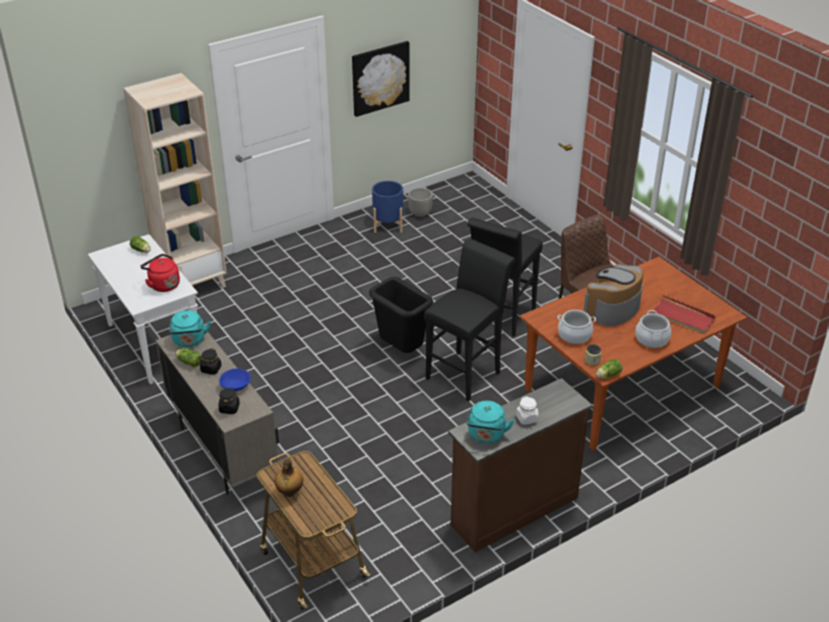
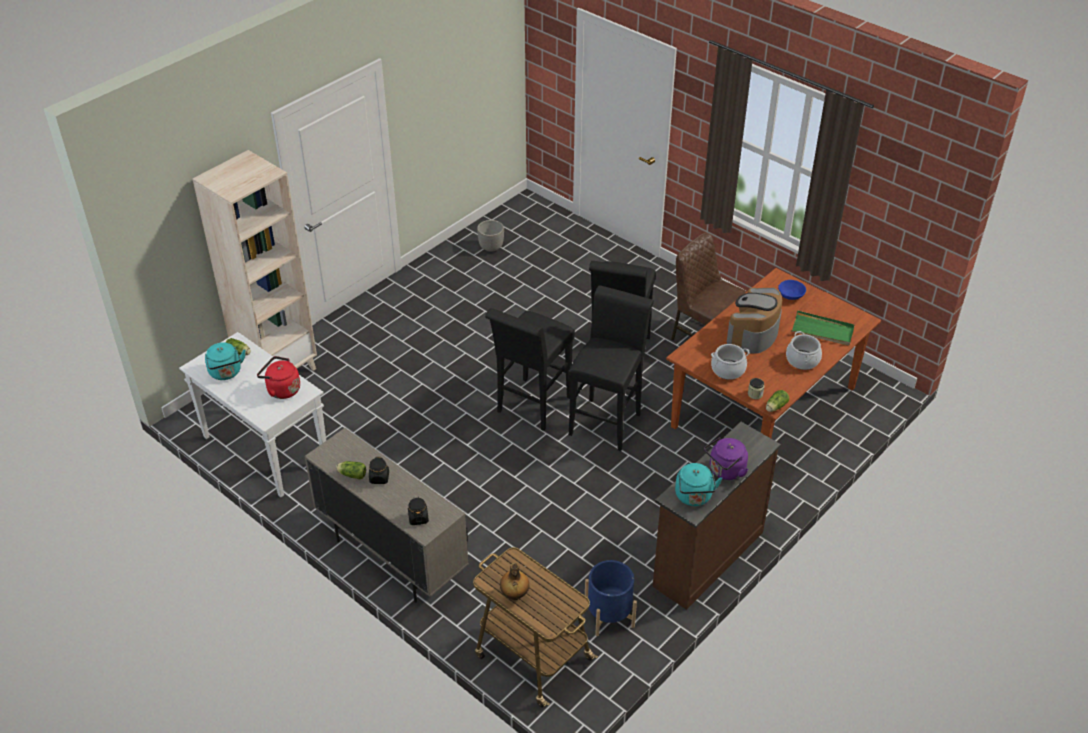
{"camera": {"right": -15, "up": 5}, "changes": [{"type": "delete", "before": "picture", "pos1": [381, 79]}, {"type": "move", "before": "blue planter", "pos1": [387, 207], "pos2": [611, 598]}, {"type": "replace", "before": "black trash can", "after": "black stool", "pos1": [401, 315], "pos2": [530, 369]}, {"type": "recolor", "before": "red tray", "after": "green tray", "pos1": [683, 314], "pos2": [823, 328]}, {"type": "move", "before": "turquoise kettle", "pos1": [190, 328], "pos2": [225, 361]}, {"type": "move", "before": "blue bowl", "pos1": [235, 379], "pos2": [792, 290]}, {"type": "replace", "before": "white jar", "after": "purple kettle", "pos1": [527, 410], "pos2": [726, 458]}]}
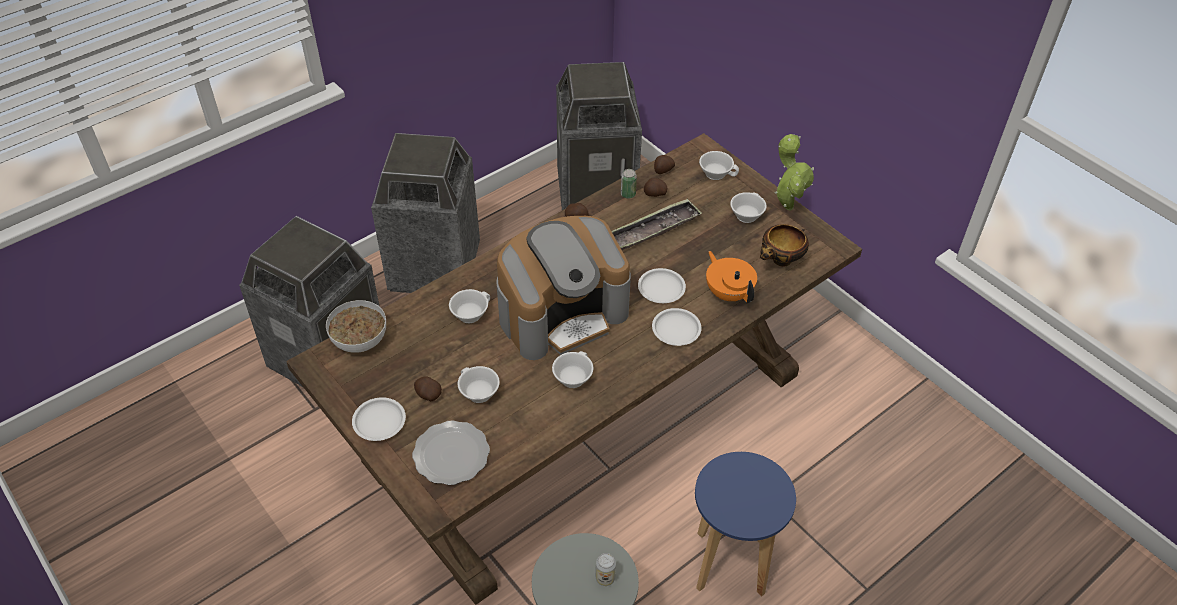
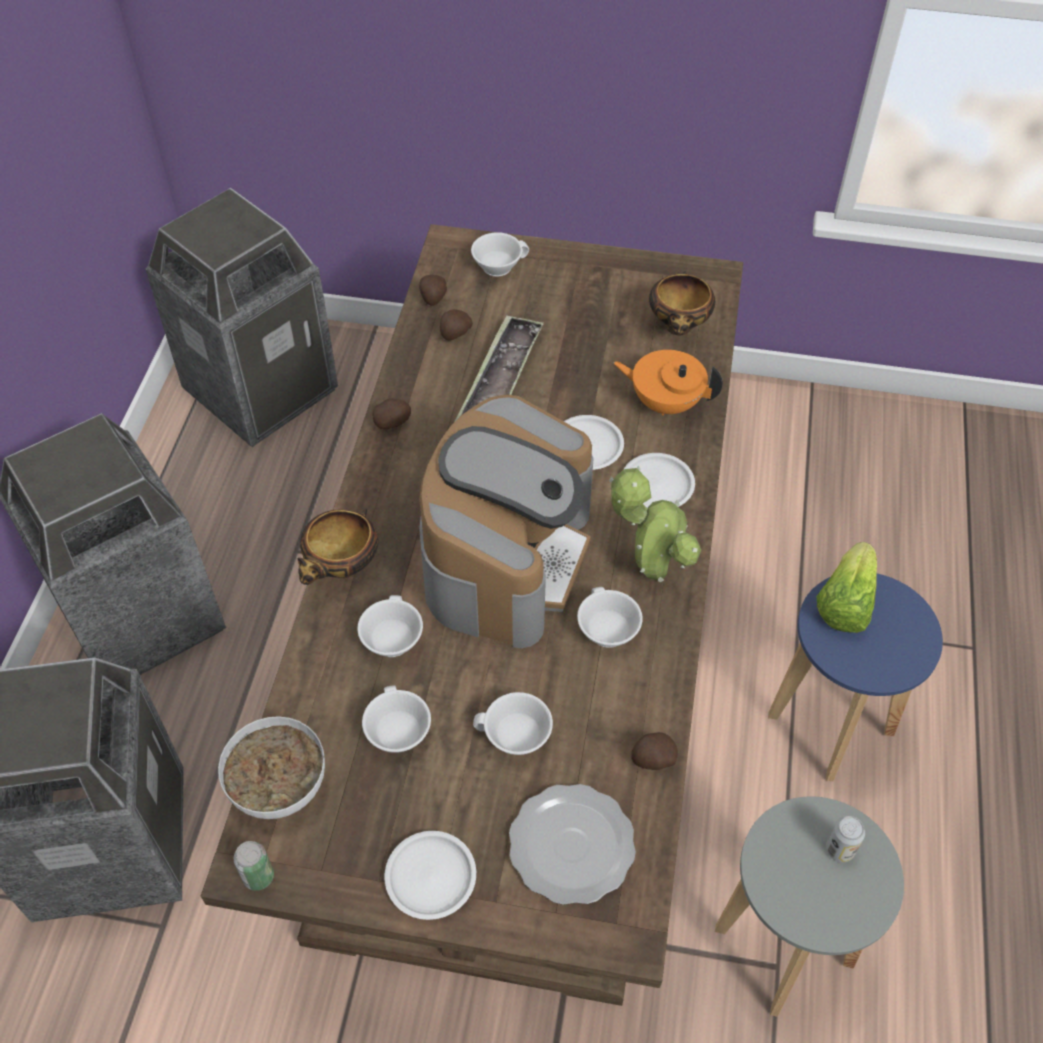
{"camera": {"right": -40, "up": 5}, "changes": [{"type": "move", "before": "potted plant", "pos1": [794, 172], "pos2": [655, 524]}, {"type": "move", "before": "can", "pos1": [629, 184], "pos2": [254, 866]}, {"type": "move", "before": "white cup", "pos1": [748, 207], "pos2": [396, 719]}, {"type": "move", "before": "potato", "pos1": [428, 388], "pos2": [654, 751]}, {"type": "insert", "after": "bowl", "pos2": [338, 547]}, {"type": "insert", "after": "lettuce", "pos2": [847, 587]}]}
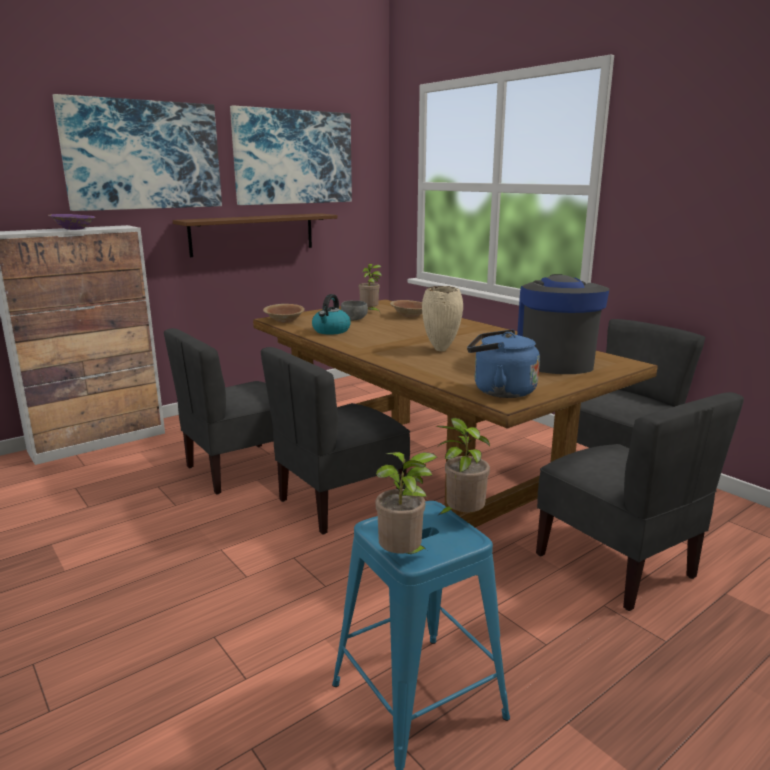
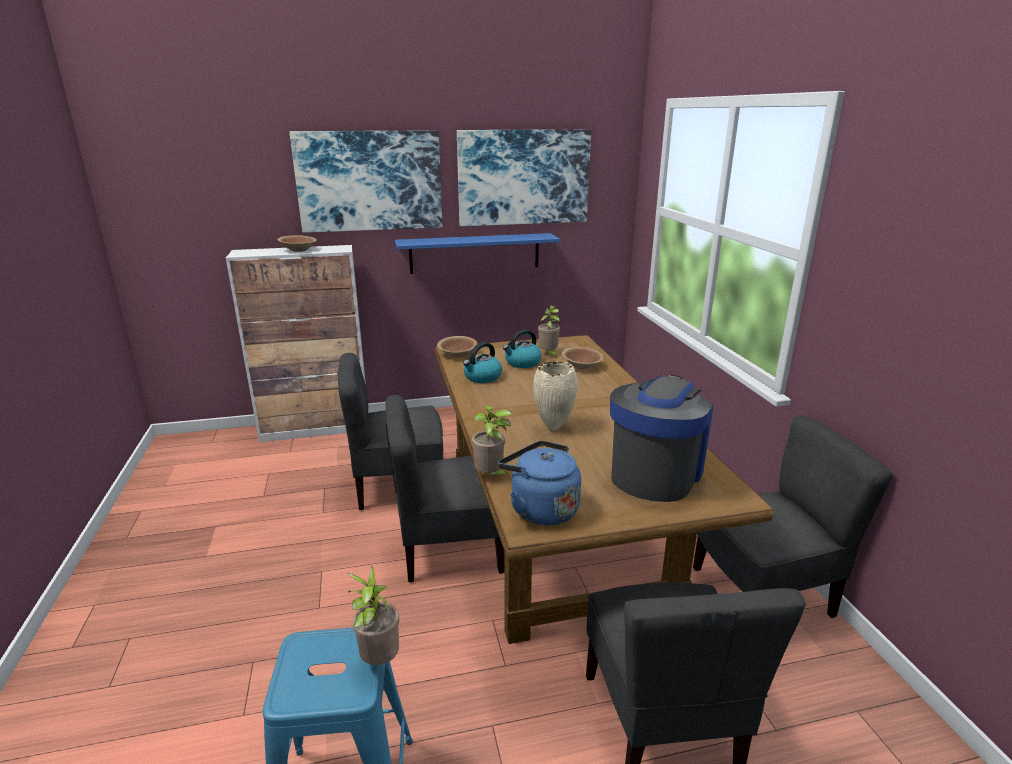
{"camera": {"right": 25, "up": 5}, "changes": [{"type": "recolor", "before": "brown shelf", "after": "blue shelf", "pos1": [255, 235], "pos2": [477, 253]}, {"type": "recolor", "before": "purple bowl", "after": "brown bowl", "pos1": [72, 222], "pos2": [297, 243]}, {"type": "replace", "before": "grey bowl", "after": "kettle", "pos1": [354, 311], "pos2": [522, 348]}, {"type": "move", "before": "potted plant", "pos1": [407, 503], "pos2": [492, 441]}]}
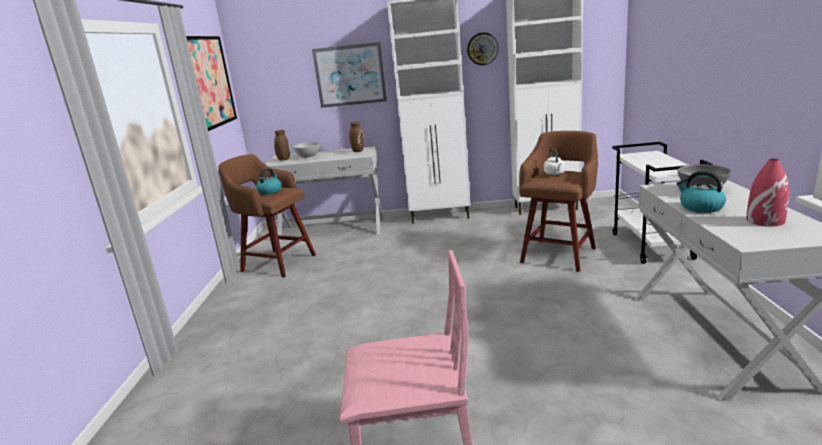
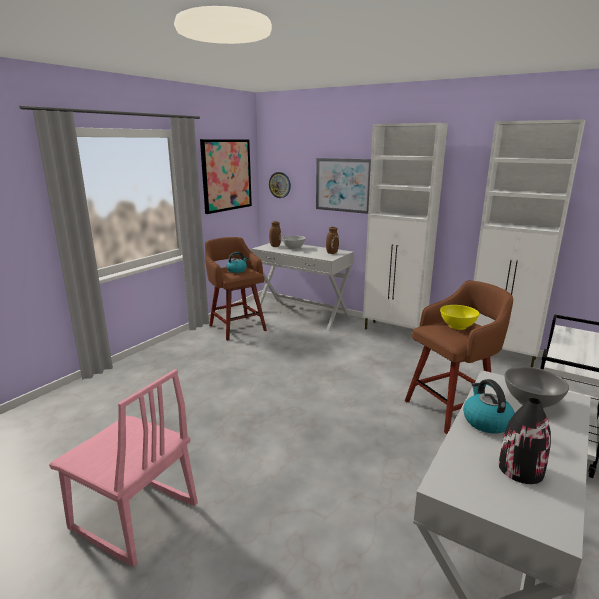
{"camera": {"right": 30, "up": 0}, "changes": [{"type": "move", "before": "wall clock", "pos1": [483, 49], "pos2": [280, 185]}, {"type": "replace", "before": "white kettle", "after": "yellow bowl", "pos1": [554, 161], "pos2": [459, 317]}, {"type": "recolor", "before": "red vase", "after": "black vase", "pos1": [767, 192], "pos2": [525, 441]}]}
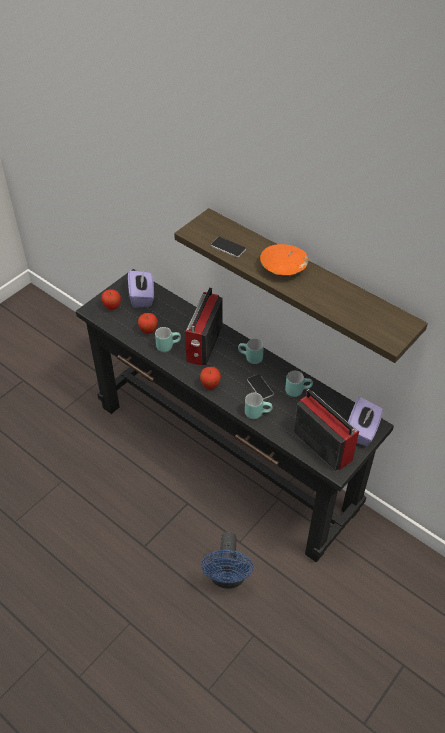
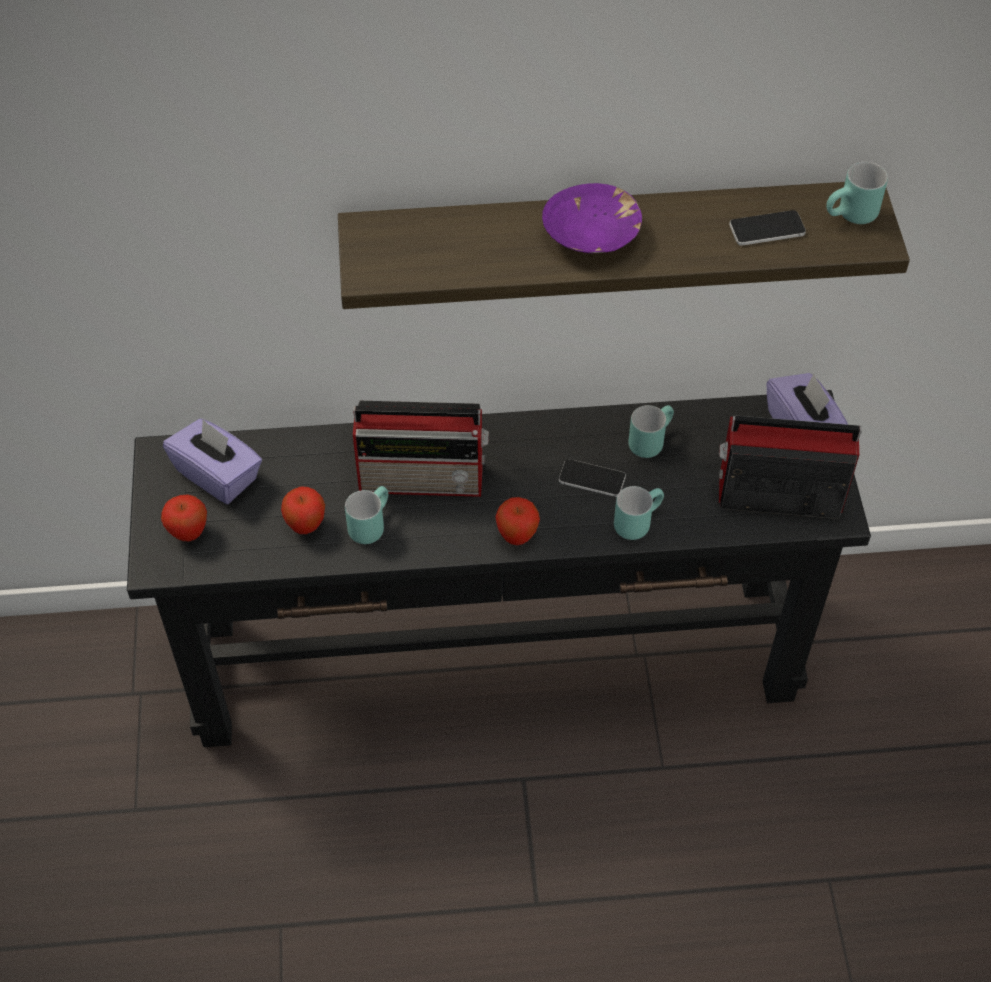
{"camera": {"right": -45, "up": 5}, "changes": [{"type": "move", "before": "phone", "pos1": [228, 247], "pos2": [767, 228]}, {"type": "recolor", "before": "orange bowl", "after": "purple bowl", "pos1": [284, 260], "pos2": [592, 218]}, {"type": "rotate", "before": "radio", "pos1": [204, 327], "pos2": [421, 449], "turn": -60}, {"type": "move", "before": "turquoise mug", "pos1": [251, 351], "pos2": [857, 193]}, {"type": "delete", "before": "blue fan", "pos1": [227, 560]}]}
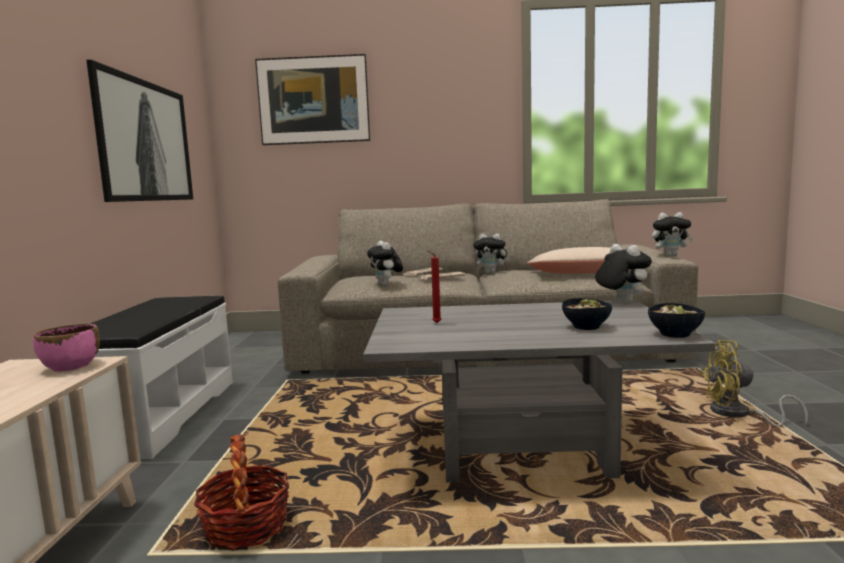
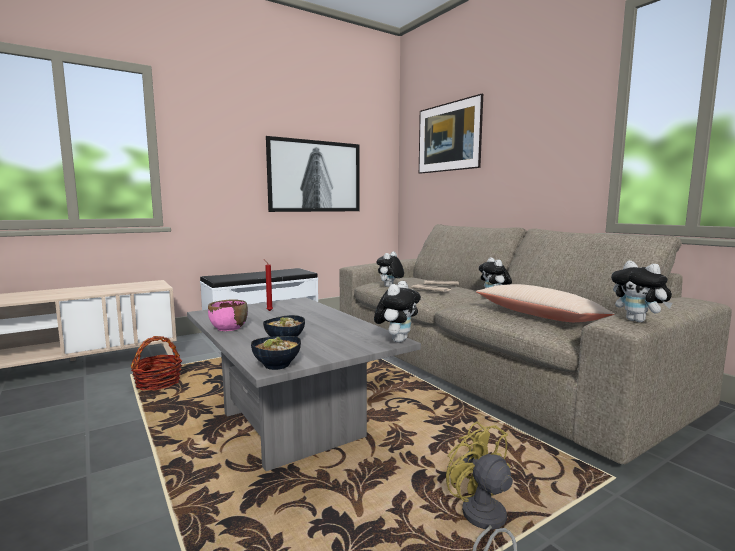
{"camera": {"right": 55, "up": 0}, "changes": [{"type": "move", "before": "pink bowl", "pos1": [66, 347], "pos2": [228, 315]}]}
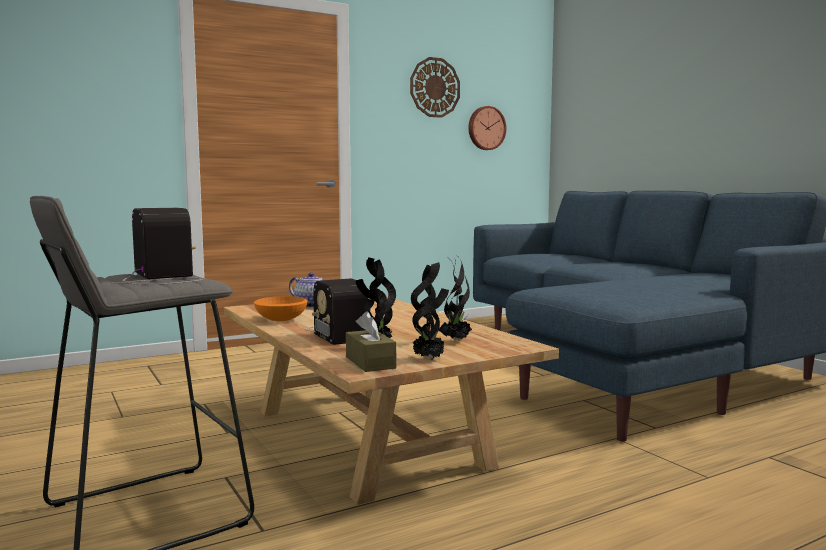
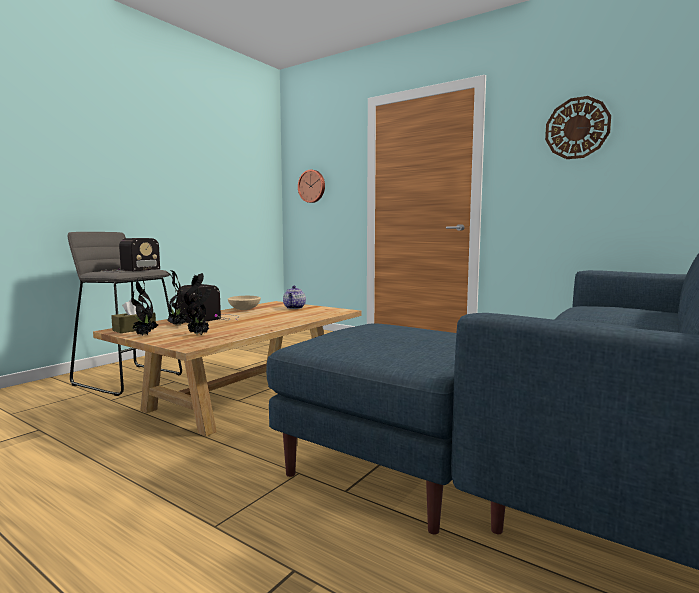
{"camera": {"right": 65, "up": 0}, "changes": [{"type": "move", "before": "wall clock", "pos1": [487, 128], "pos2": [311, 186]}, {"type": "recolor", "before": "orange bowl", "after": "beige bowl", "pos1": [281, 308], "pos2": [244, 303]}]}
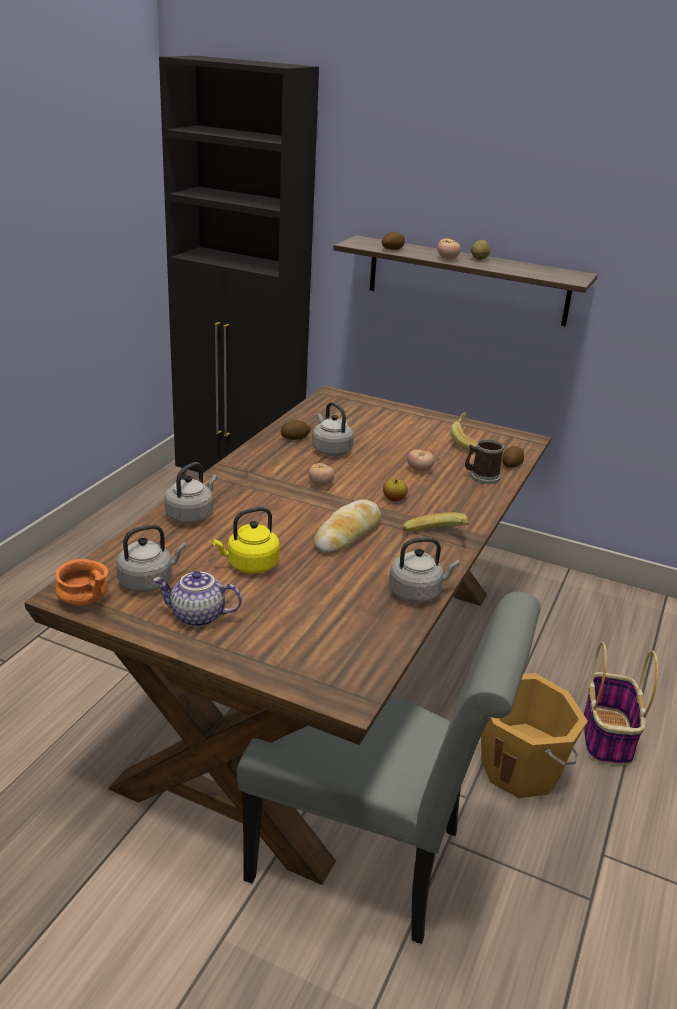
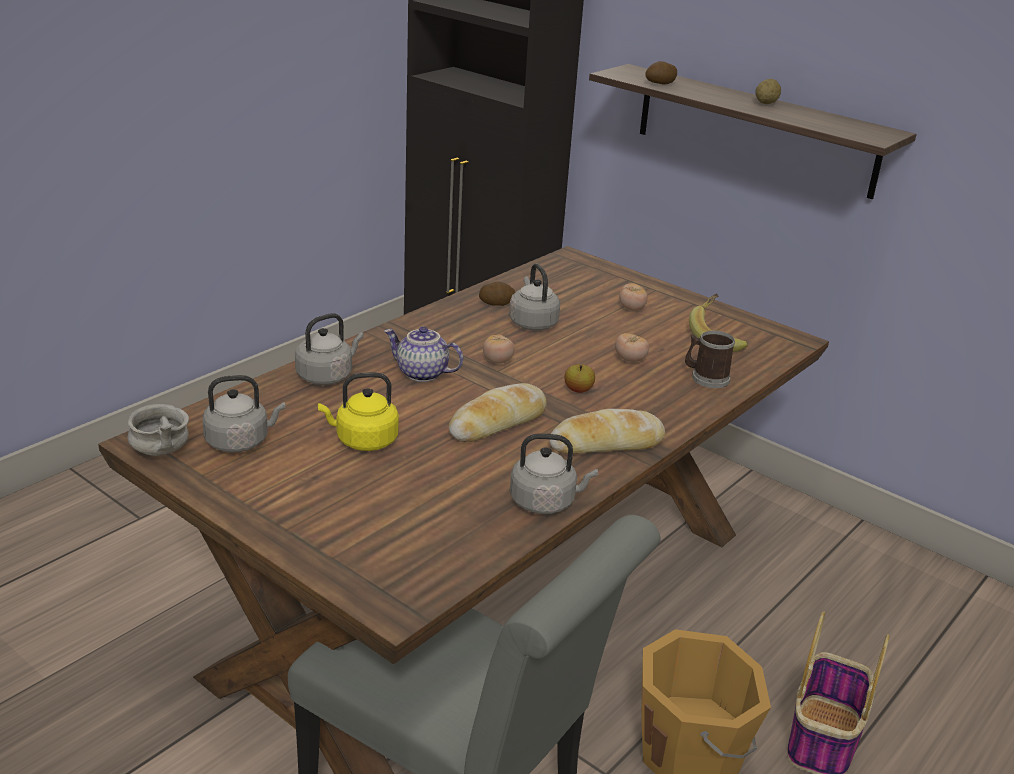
{"camera": {"right": 15, "up": 0}, "changes": [{"type": "move", "before": "tomato", "pos1": [449, 248], "pos2": [633, 297]}, {"type": "delete", "before": "potato", "pos1": [513, 457]}, {"type": "replace", "before": "banana", "after": "bread", "pos1": [435, 522], "pos2": [607, 431]}, {"type": "recolor", "before": "orange bowl", "after": "grey bowl", "pos1": [82, 582], "pos2": [158, 430]}, {"type": "move", "before": "teapot", "pos1": [197, 599], "pos2": [423, 354]}]}
